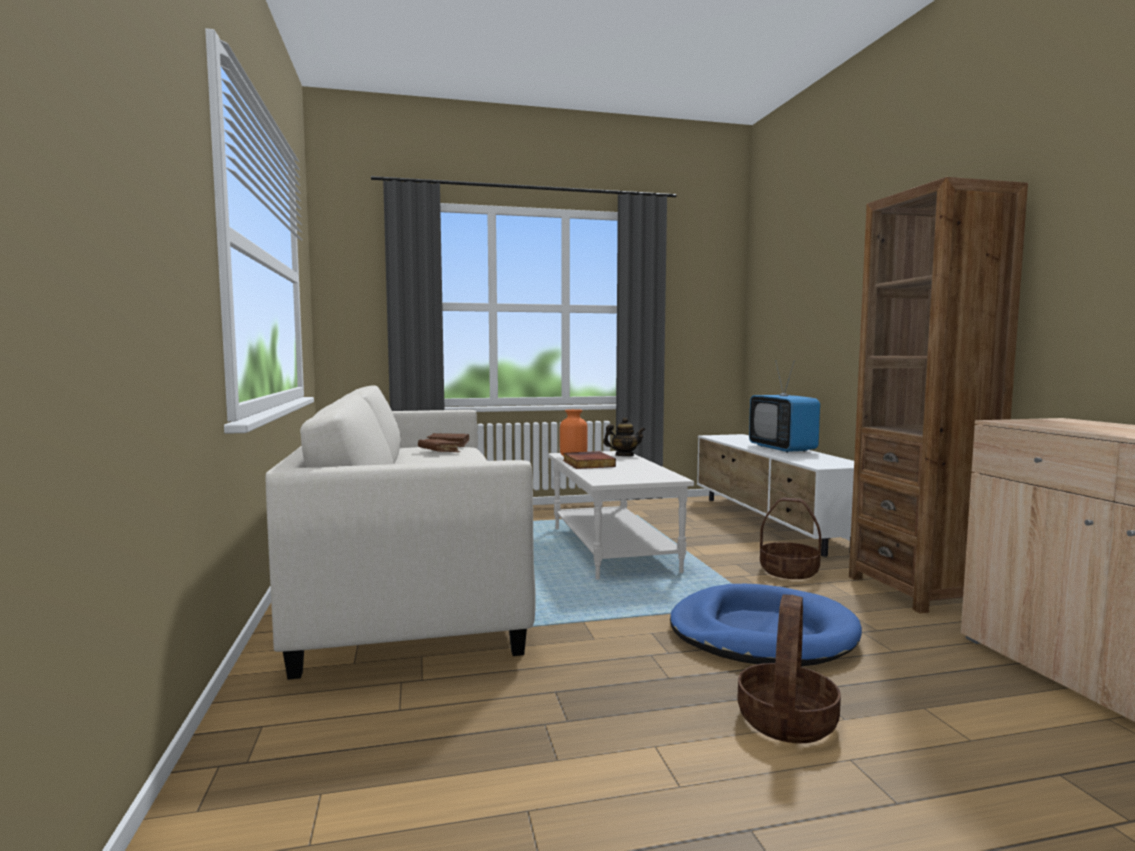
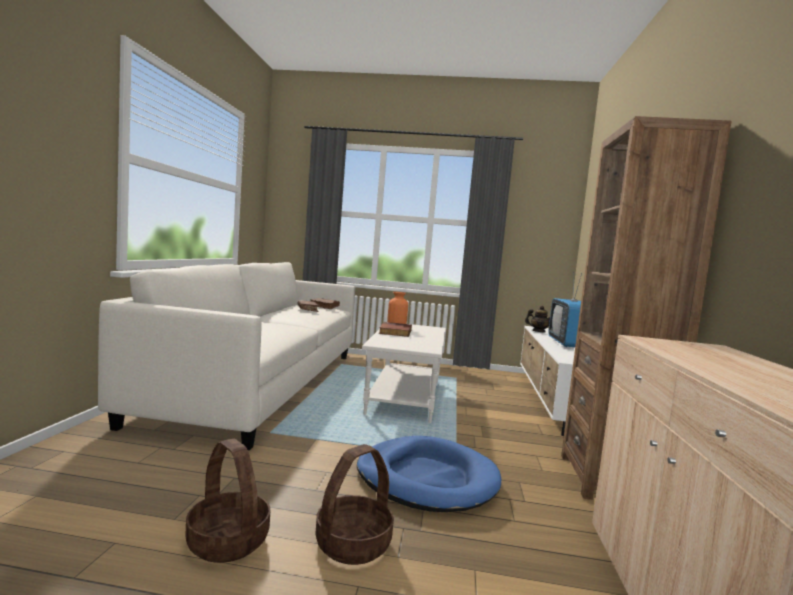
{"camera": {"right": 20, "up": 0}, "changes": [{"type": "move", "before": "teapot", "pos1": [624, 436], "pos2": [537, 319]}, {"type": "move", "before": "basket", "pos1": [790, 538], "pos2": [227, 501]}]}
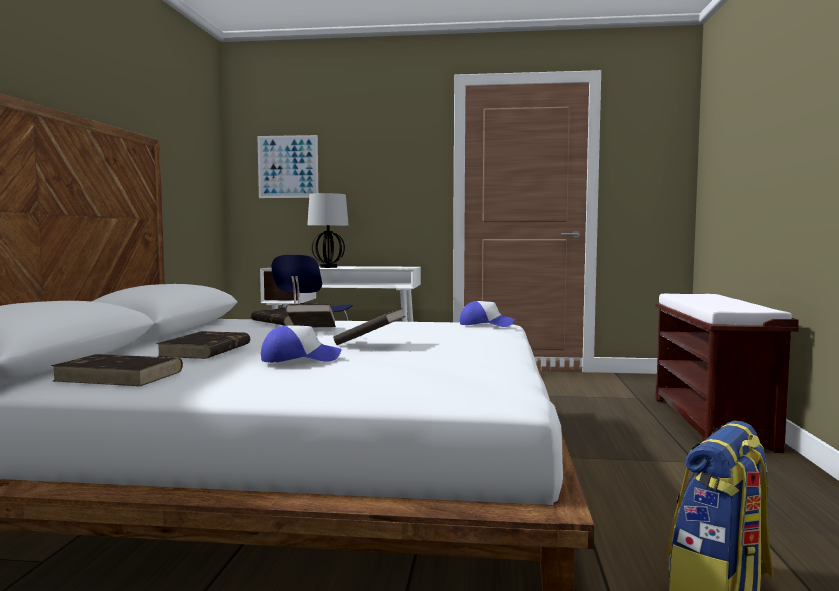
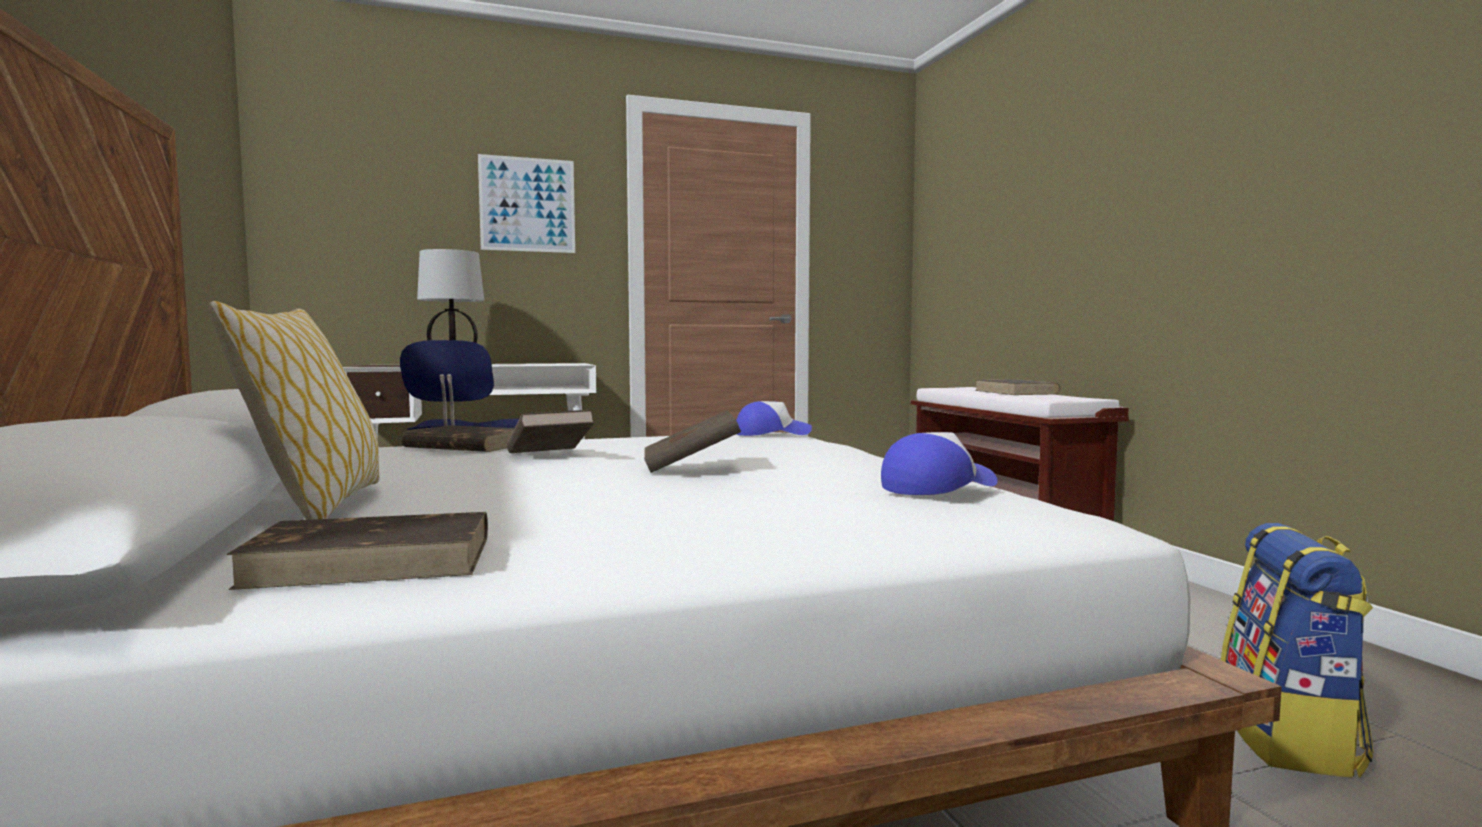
{"camera": {"right": -25, "up": 0}, "changes": [{"type": "move", "before": "picture", "pos1": [287, 166], "pos2": [526, 203]}, {"type": "move", "before": "cap", "pos1": [301, 344], "pos2": [939, 463]}, {"type": "move", "before": "brown book", "pos1": [203, 345], "pos2": [1017, 387]}, {"type": "insert", "after": "pillow", "pos2": [294, 410]}]}
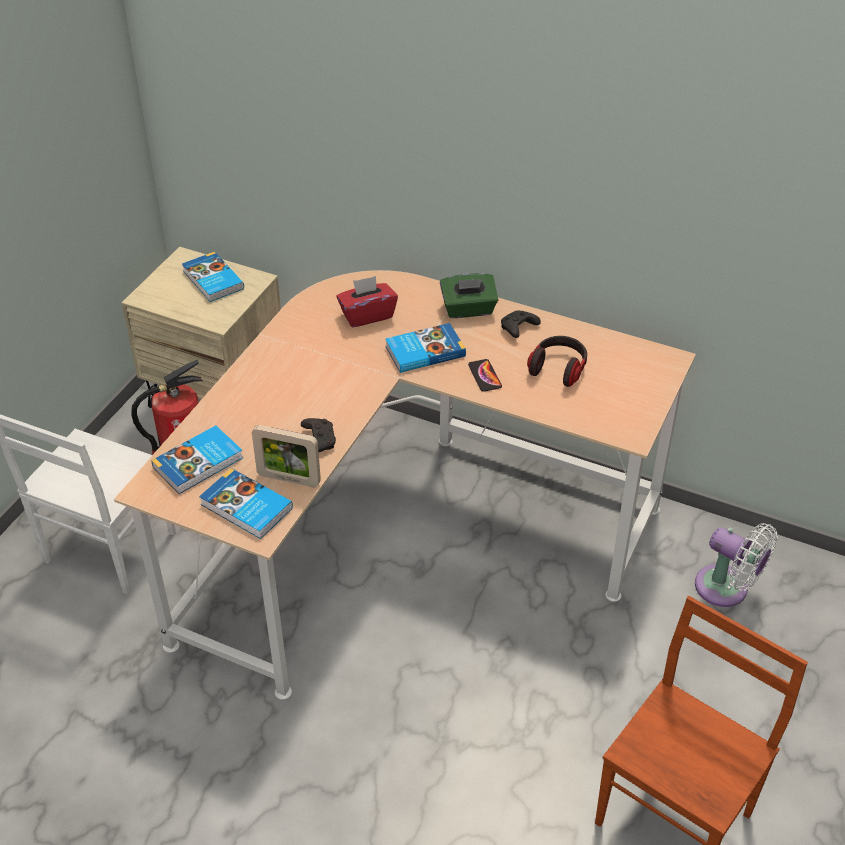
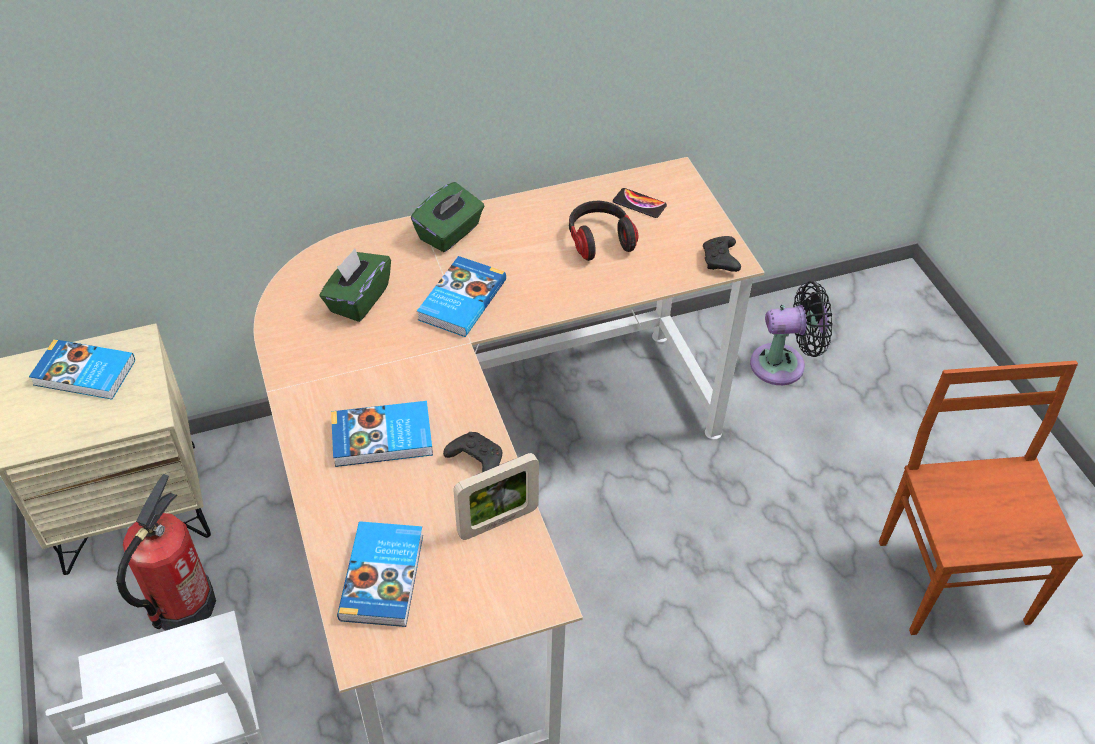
{"camera": {"right": -45, "up": 5}, "changes": [{"type": "recolor", "before": "red tissue box", "after": "green tissue box", "pos1": [367, 301], "pos2": [355, 285]}, {"type": "move", "before": "black game controller", "pos1": [521, 324], "pos2": [722, 254]}, {"type": "move", "before": "phone", "pos1": [485, 375], "pos2": [640, 203]}, {"type": "move", "before": "book", "pos1": [246, 503], "pos2": [382, 434]}, {"type": "recolor", "before": "white fan", "after": "black fan", "pos1": [736, 565], "pos2": [791, 333]}]}
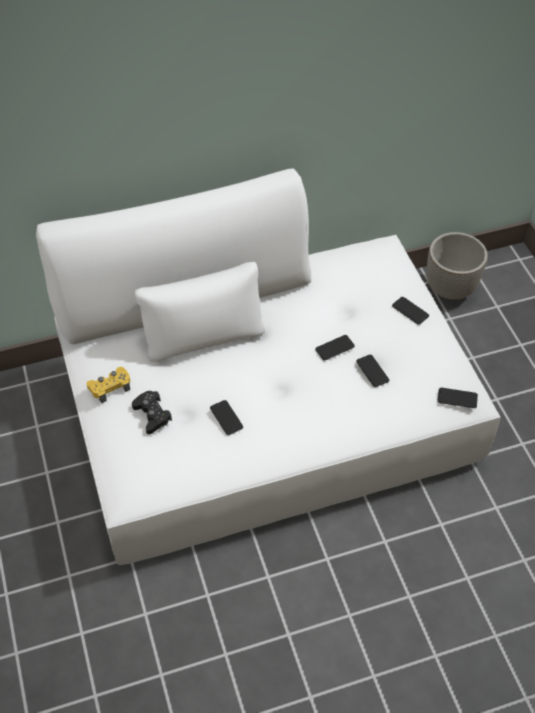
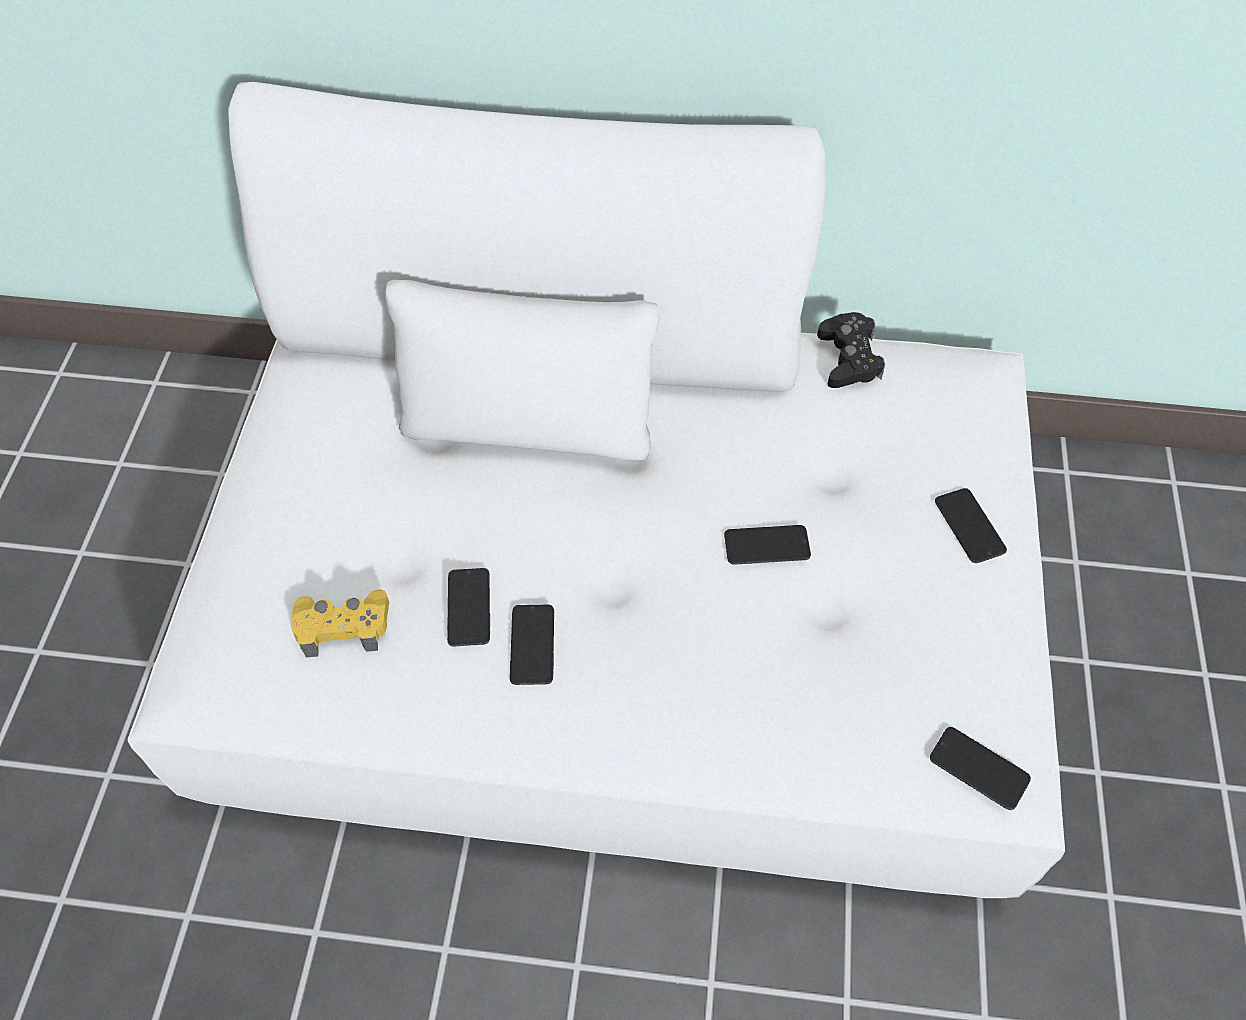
{"camera": {"right": 25, "up": 5}, "changes": [{"type": "delete", "before": "planter", "pos1": [457, 266]}, {"type": "move", "before": "phone", "pos1": [372, 371], "pos2": [532, 645]}, {"type": "move", "before": "yellow game controller", "pos1": [108, 385], "pos2": [340, 623]}, {"type": "move", "before": "black game controller", "pos1": [152, 412], "pos2": [851, 350]}]}
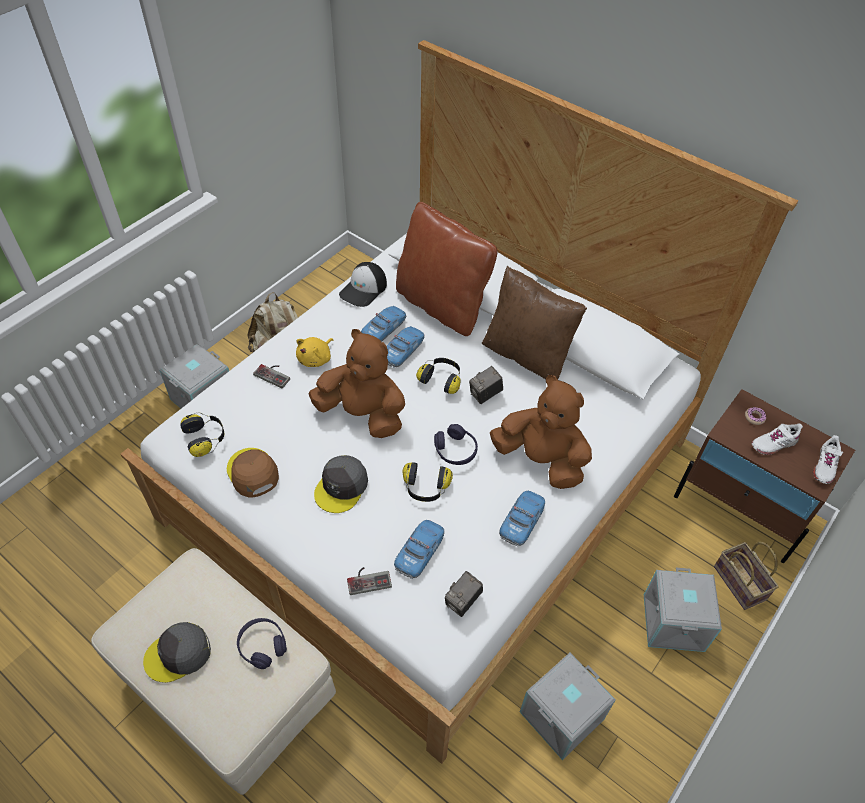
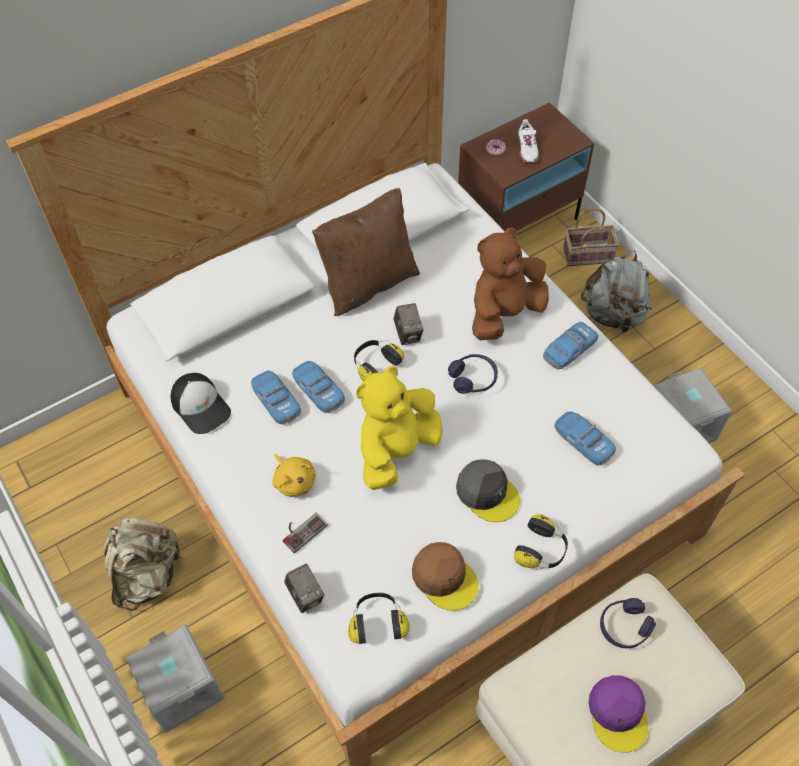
{"camera": {"right": -70, "up": 5}, "changes": [{"type": "delete", "before": "brown pillow", "pos1": [447, 269]}, {"type": "recolor", "before": "brown plush toy", "after": "yellow plush toy", "pos1": [356, 383], "pos2": [400, 428]}, {"type": "delete", "before": "white shoe", "pos1": [828, 459]}, {"type": "rotate", "before": "brown cap", "pos1": [253, 473], "pos2": [445, 576], "turn": -120}, {"type": "move", "before": "headphones", "pos1": [428, 482], "pos2": [541, 542]}, {"type": "rotate", "before": "toy car", "pos1": [522, 518], "pos2": [570, 345], "turn": -90}, {"type": "delete", "before": "game controller", "pos1": [369, 581]}, {"type": "replace", "before": "grey storage box", "after": "grey backpack", "pos1": [683, 610], "pos2": [616, 292]}, {"type": "move", "before": "photo camera", "pos1": [464, 594], "pos2": [304, 588]}, {"type": "recolor", "before": "grey cap", "after": "purple cap", "pos1": [177, 652], "pos2": [618, 714]}]}
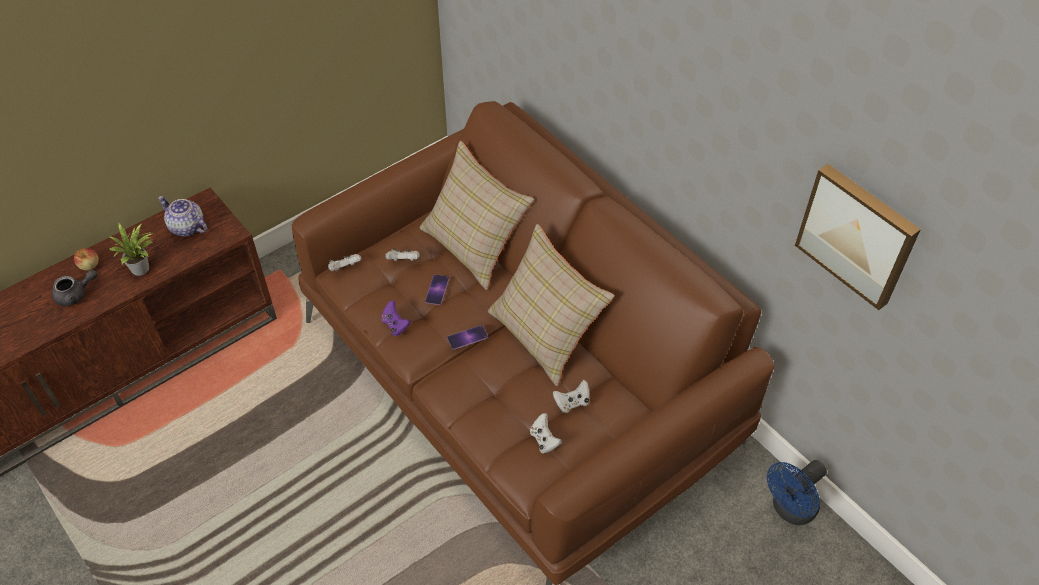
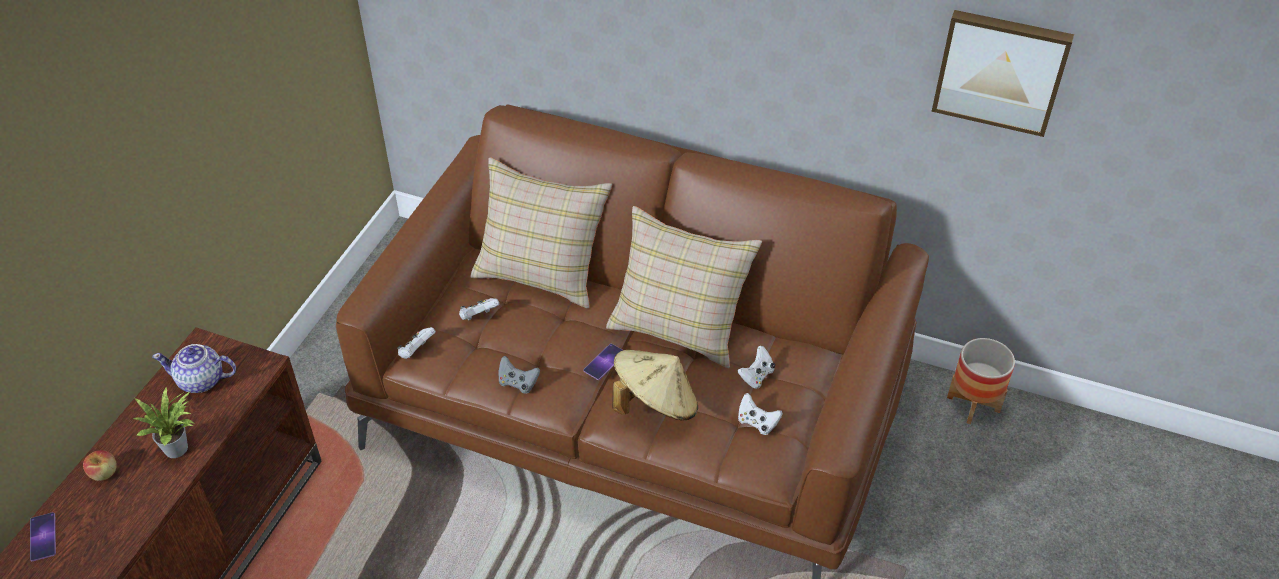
{"camera": {"right": -30, "up": -5}, "changes": [{"type": "delete", "before": "grey teapot", "pos1": [74, 288]}, {"type": "move", "before": "phone", "pos1": [437, 289], "pos2": [43, 536]}, {"type": "recolor", "before": "purple game controller", "after": "grey game controller", "pos1": [396, 318], "pos2": [519, 375]}, {"type": "replace", "before": "blue fan", "after": "planter", "pos1": [797, 492], "pos2": [981, 381]}, {"type": "insert", "after": "beige hat", "pos2": [655, 385]}]}
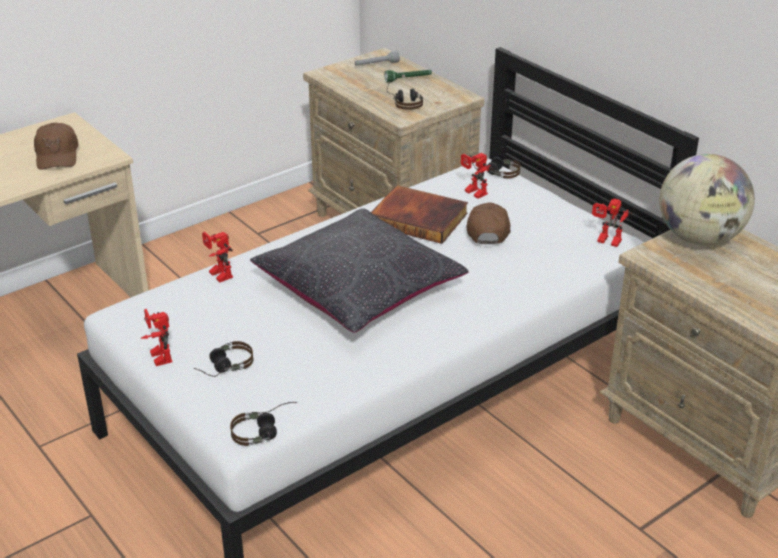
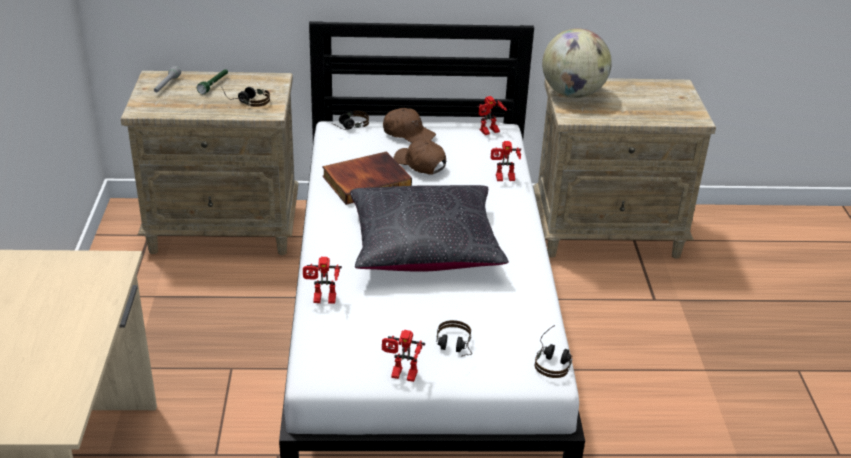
{"camera": {"right": -55, "up": 0}, "changes": [{"type": "move", "before": "brown cap", "pos1": [56, 146], "pos2": [409, 125]}, {"type": "move", "before": "toy robot", "pos1": [477, 176], "pos2": [506, 161]}]}
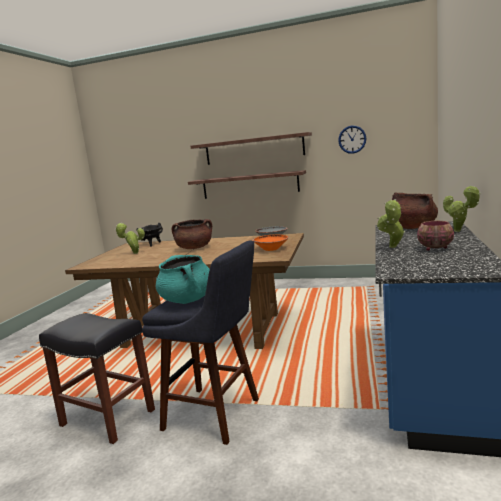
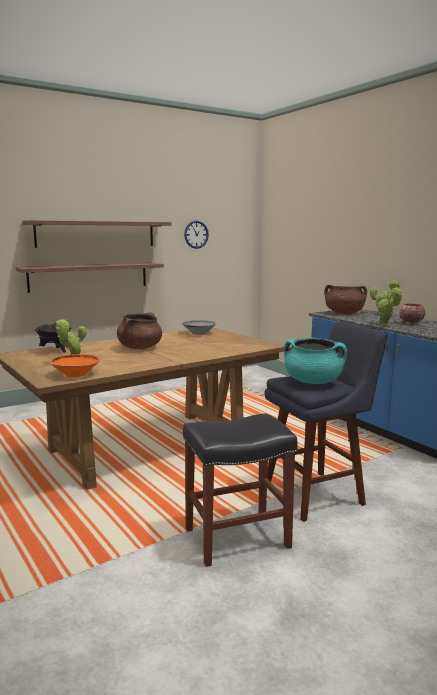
{"camera": {"right": -50, "up": 0}, "changes": [{"type": "move", "before": "orange bowl", "pos1": [271, 242], "pos2": [74, 365]}]}
